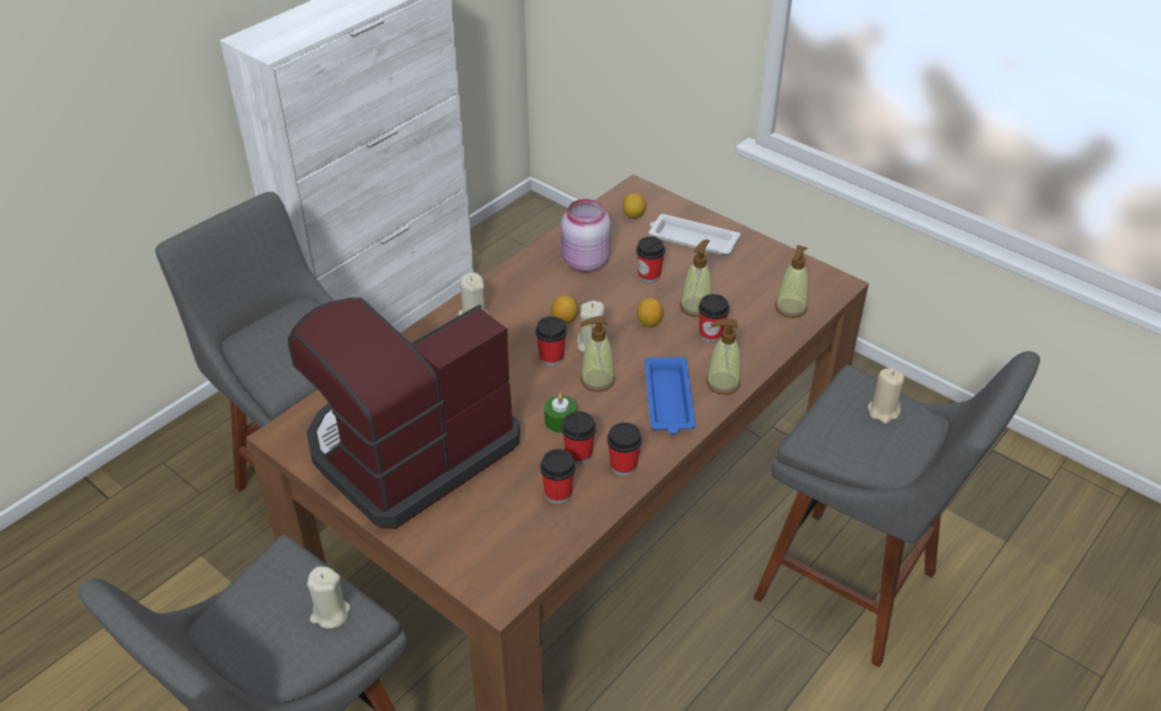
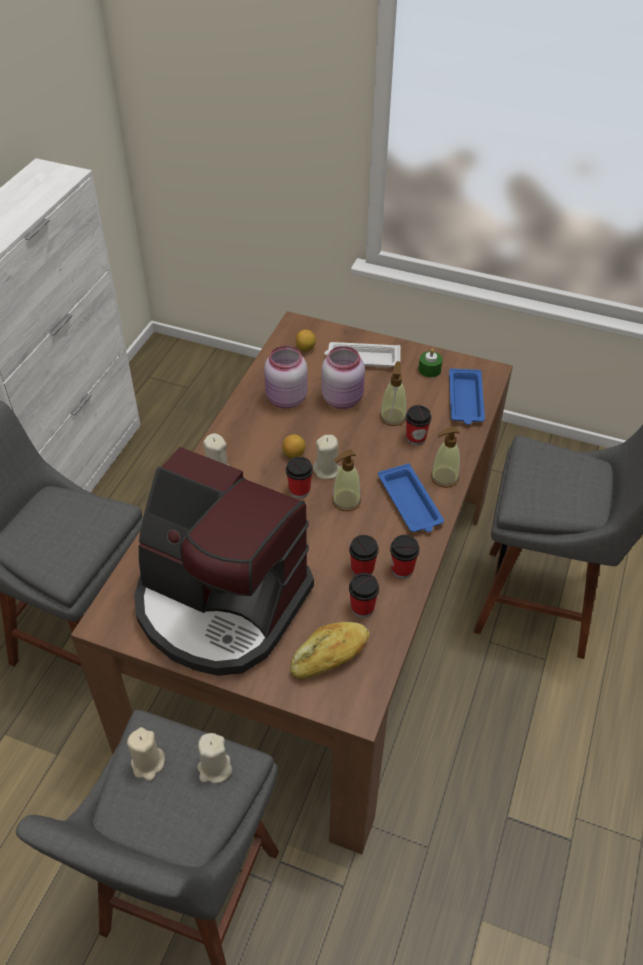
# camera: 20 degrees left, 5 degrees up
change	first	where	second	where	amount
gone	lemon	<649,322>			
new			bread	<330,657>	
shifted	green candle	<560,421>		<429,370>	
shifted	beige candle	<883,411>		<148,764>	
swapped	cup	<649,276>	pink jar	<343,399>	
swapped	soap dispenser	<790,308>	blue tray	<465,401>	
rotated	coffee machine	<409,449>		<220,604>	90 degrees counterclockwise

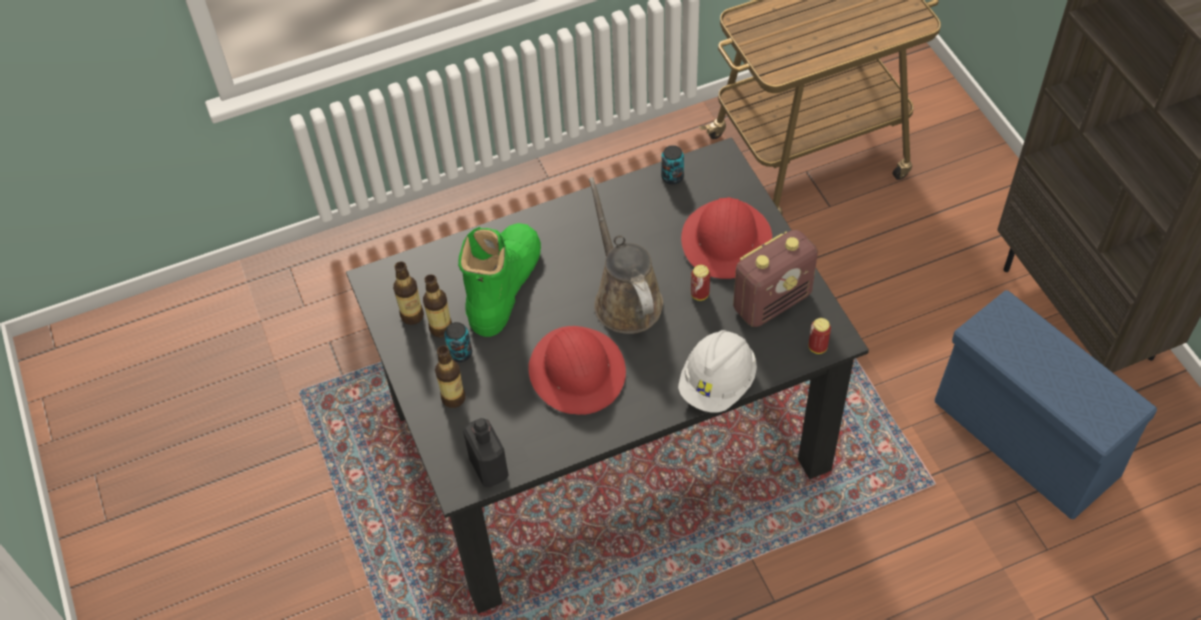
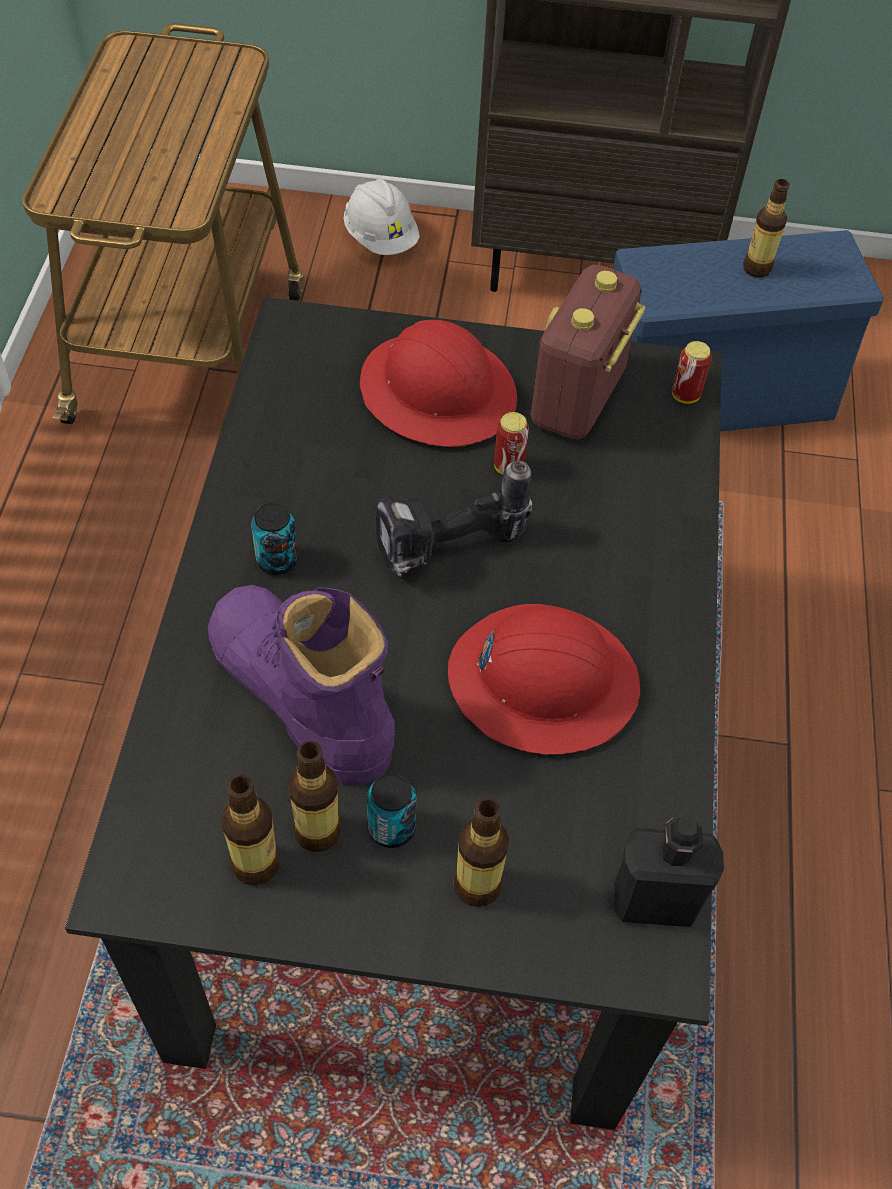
# camera: 65 degrees left, 0 degrees up
change	first	where	second	where	amount
new			bottle	<757,268>	
shifted	can	<672,177>		<277,560>	
shifted	white hard hat	<717,383>		<381,239>	
swapped	brown watering can	<625,298>	power drill	<450,553>	
repainted	green boot	<503,285>	purple boot	<300,695>	
rotated	radio	<772,301>		<578,399>	150 degrees counterclockwise

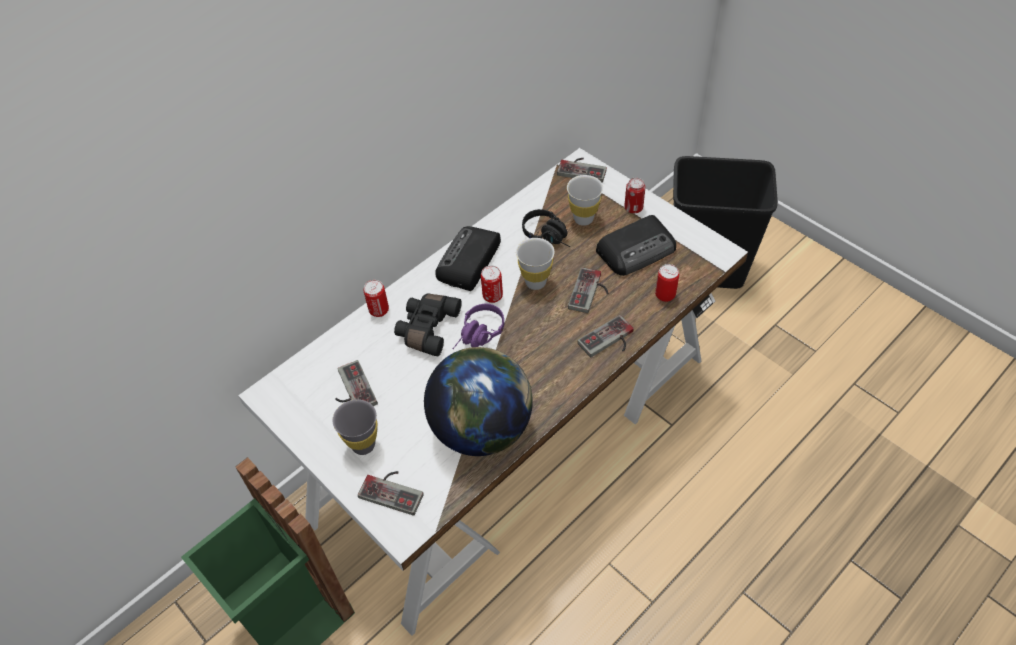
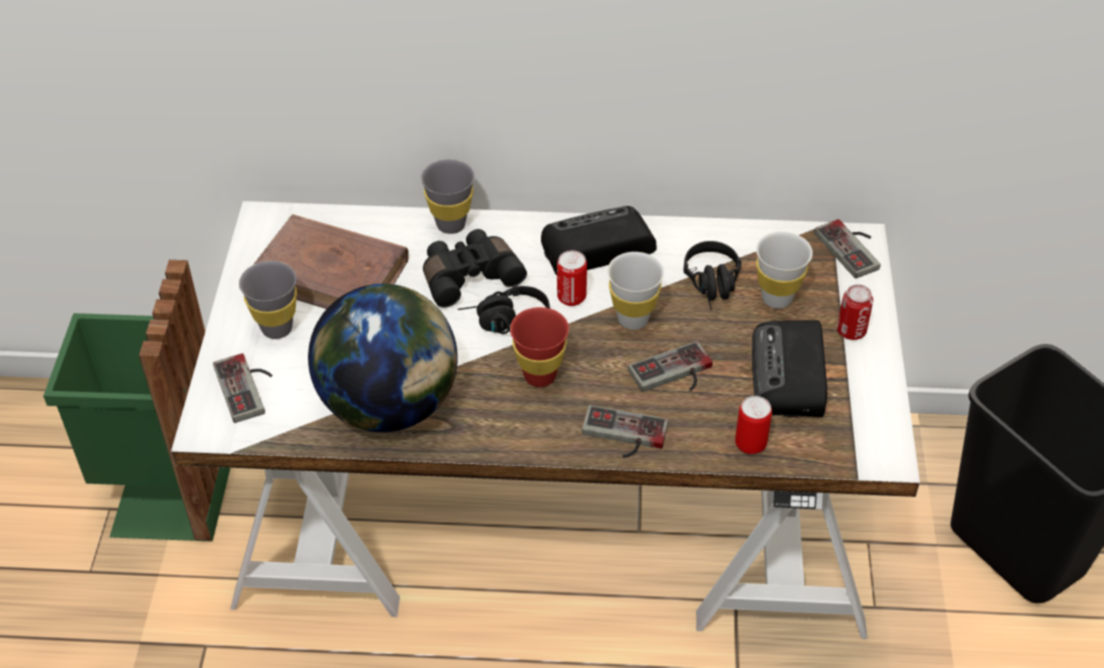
# camera: 45 degrees right, 5 degrees down
change	first	where	second	where	amount
new			red cup	<540,376>	
swapped	game controller	<351,390>	brown book	<332,273>	
swapped	can	<379,310>	grey cup	<451,224>	
repainted	purple headphones	<478,336>	black headphones	<505,323>	
rotated	radio	<637,249>		<790,375>	75 degrees clockwise

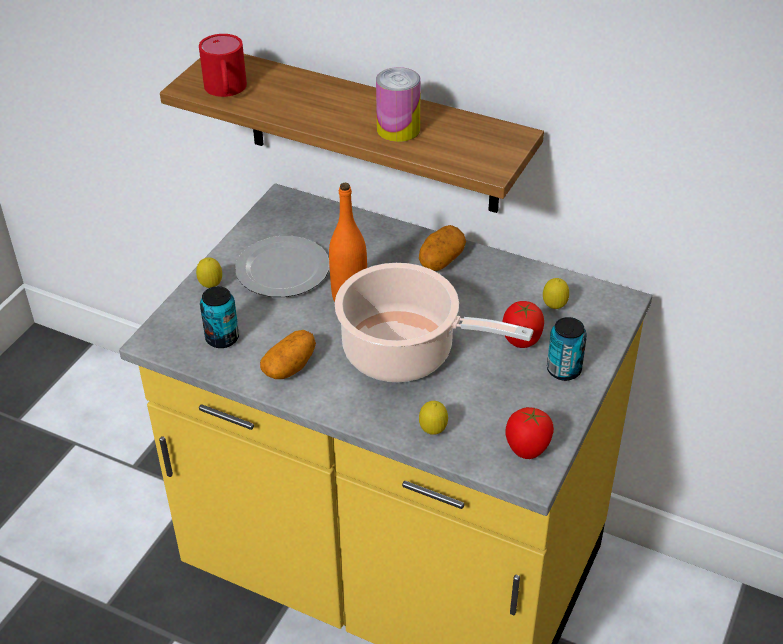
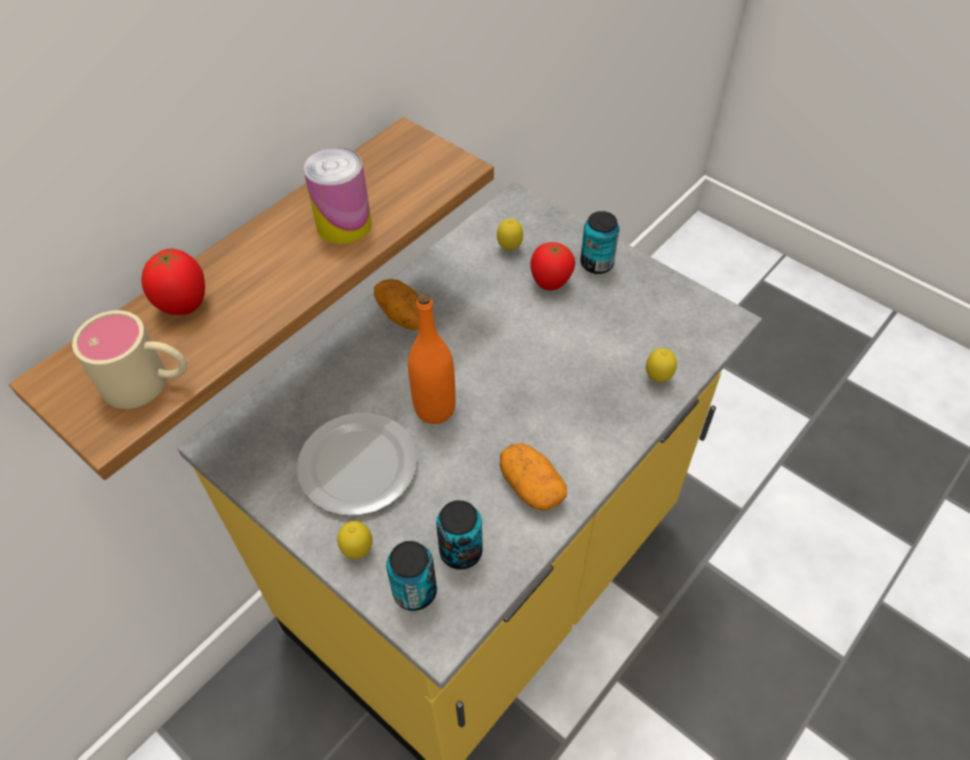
# camera: 75 degrees left, 10 degrees up
change	first	where	second	where	amount
gone	cooking pot	<405,353>			
new			can	<415,591>	
shifted	tomato	<527,451>		<185,305>	
repainted	red mug	<226,90>	beige mug	<149,383>	

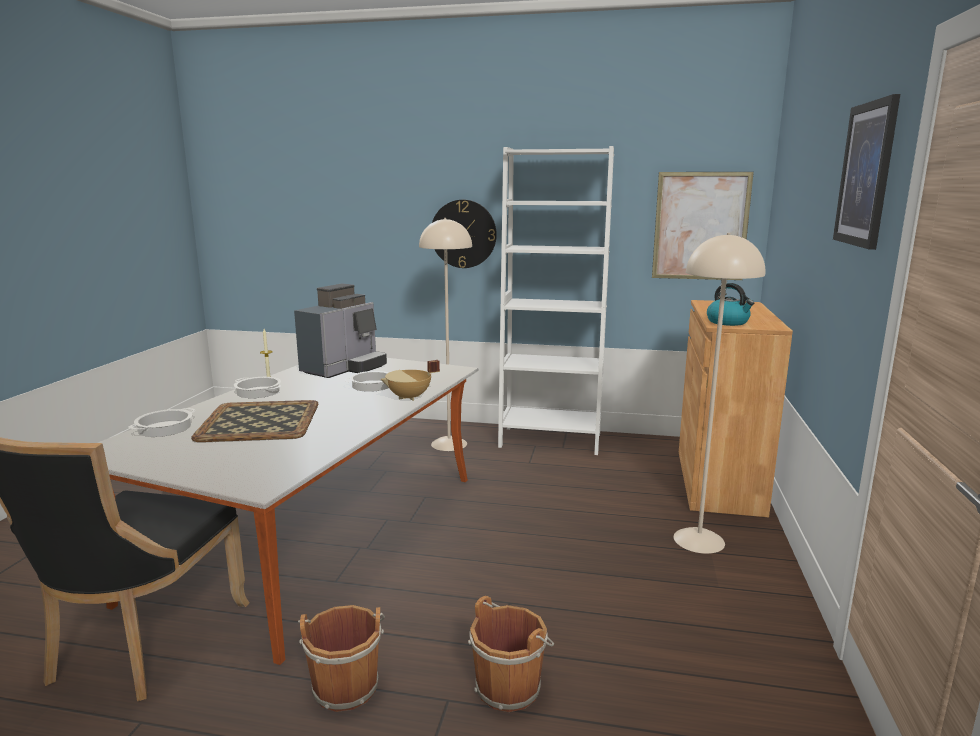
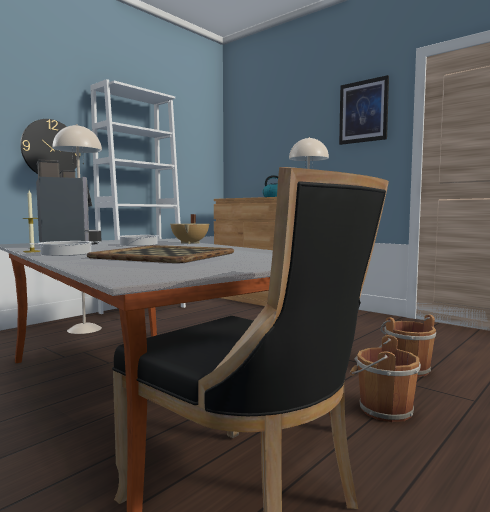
# camera: 60 degrees left, 10 degrees down
change	first	where	second	where	amount
gone	cooking pot	<165,428>			
gone	picture	<700,226>			

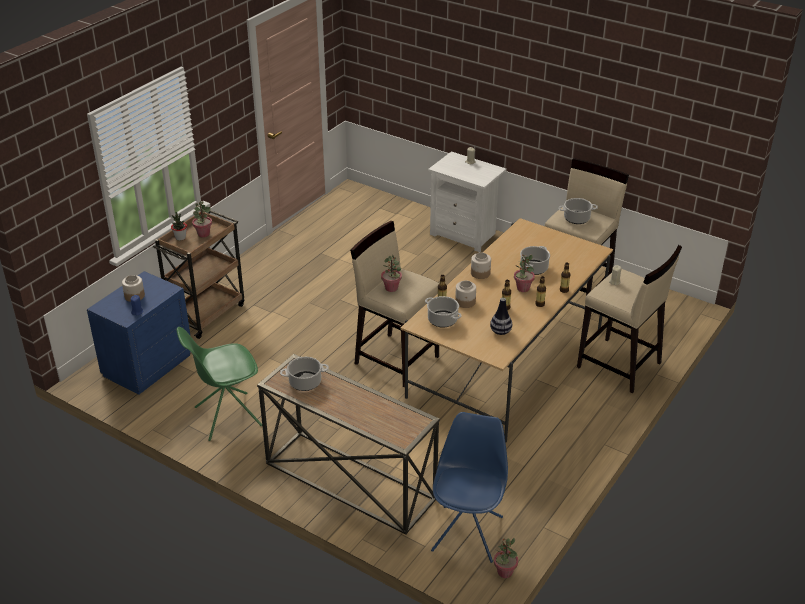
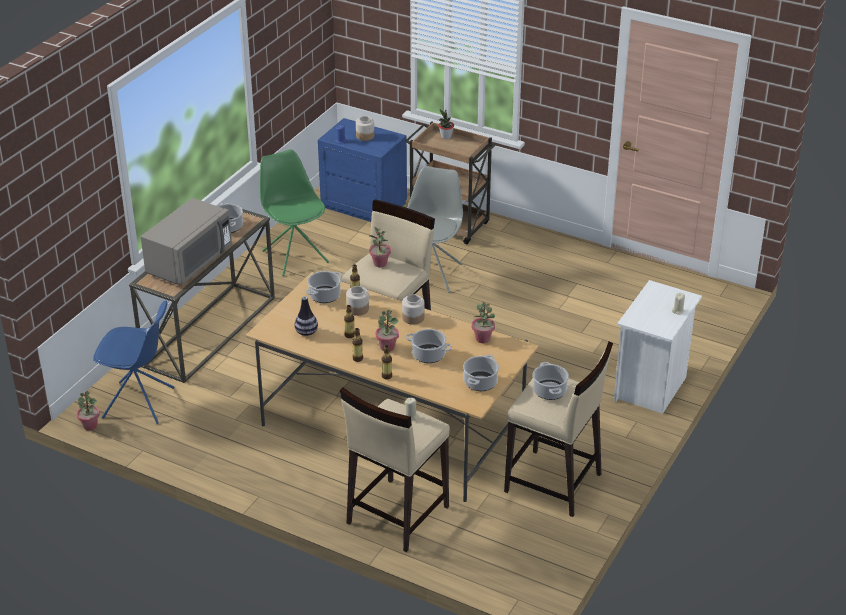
# camera: 85 degrees right, 0 degrees up
change	first	where	second	where	amount
new			grey microwave	<189,262>	
new			grey chair	<432,274>	
new			cooking pot	<480,383>	
shifted	potted plant	<203,234>		<483,339>	

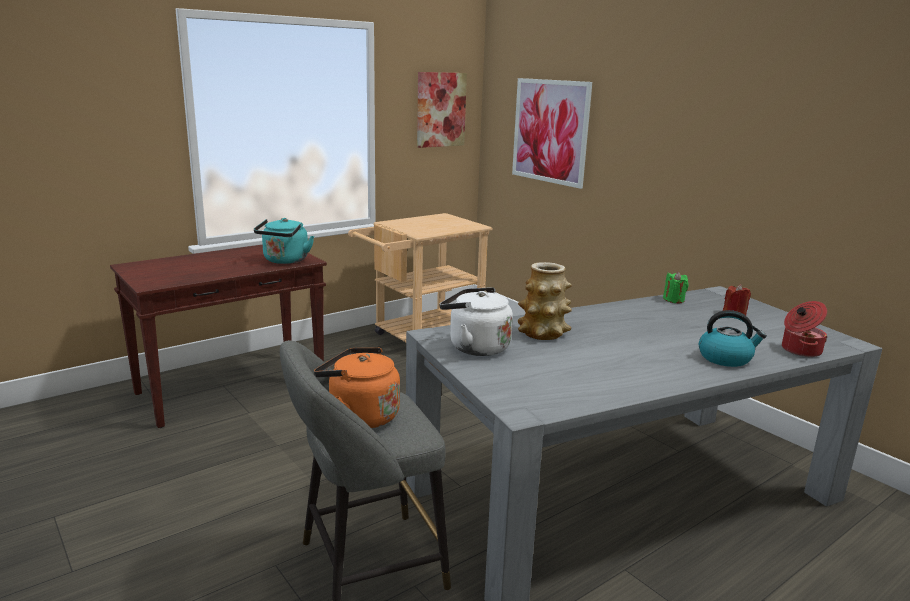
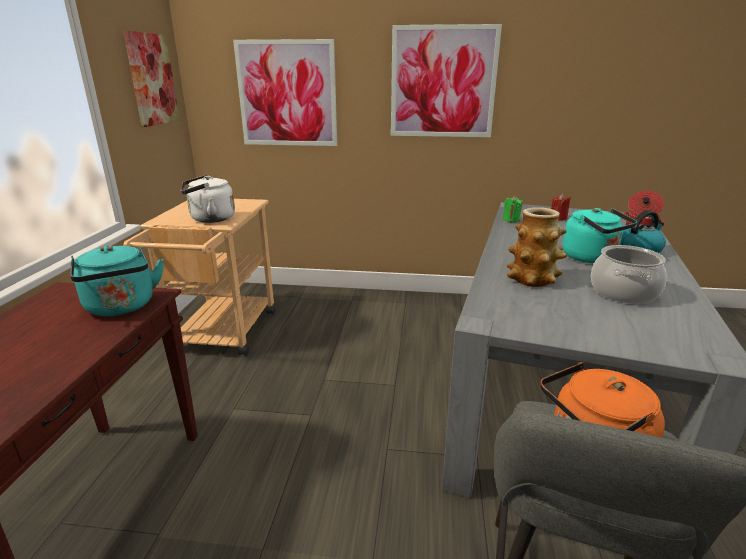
# camera: 45 degrees left, 5 degrees up
change	first	where	second	where	amount
new			picture	<443,82>	
new			turquoise kettle	<592,258>	
new			cooking pot	<623,292>	
shifted	white kettle	<475,347>		<209,219>	

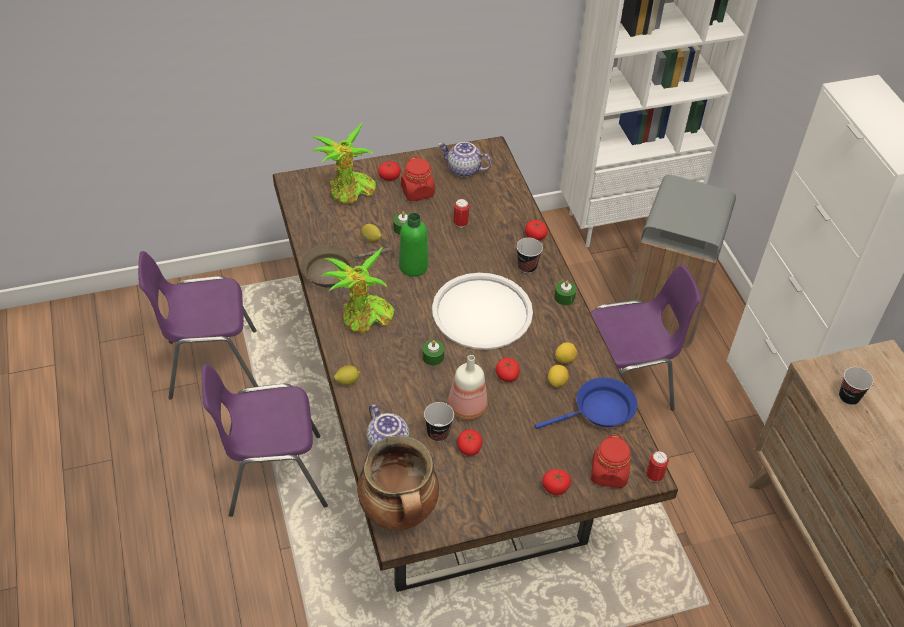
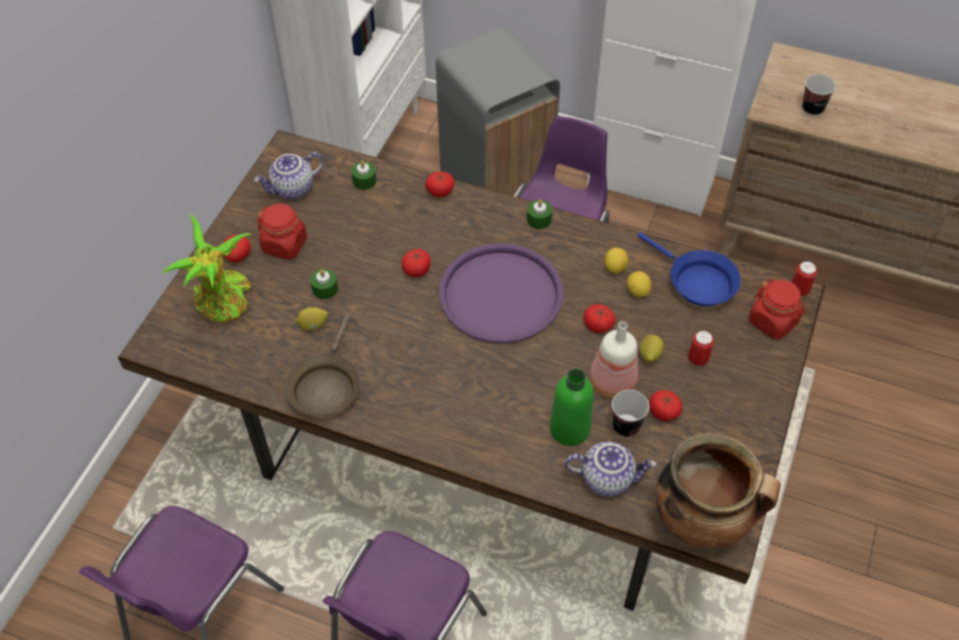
# camera: 50 degrees left, 5 degrees up
change	first	where	second	where	amount
gone	potted plant	<363,318>			
gone	cup	<527,267>			
shifted	lemon	<347,381>		<649,355>	
shifted	green bottle	<413,266>		<569,429>	
shifted	green candle	<433,357>		<364,181>	
shifted	can	<460,223>		<698,359>	
shifted	tomato	<555,487>		<417,269>	
repainted	white tray	<482,312>	purple tray	<501,294>	
rotated	blue frying pan	<599,411>		<697,282>	120 degrees clockwise

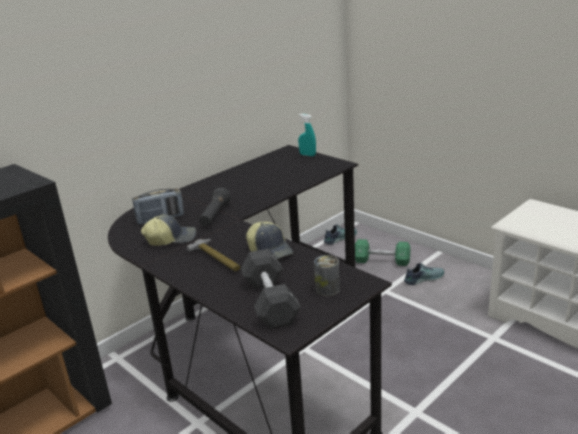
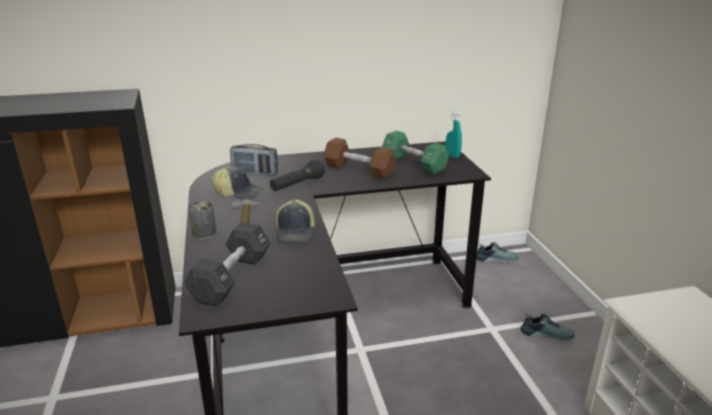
# camera: 30 degrees right, 0 degrees up
change	first	where	second	where	amount
new			brown dumbbell	<359,170>	
shifted	can	<327,289>		<204,233>	
shifted	green dumbbell	<382,261>		<414,163>	

